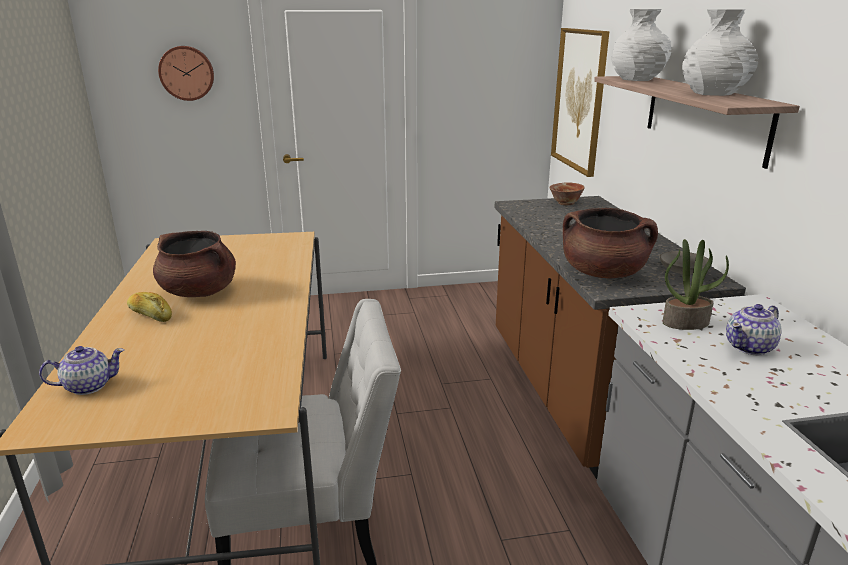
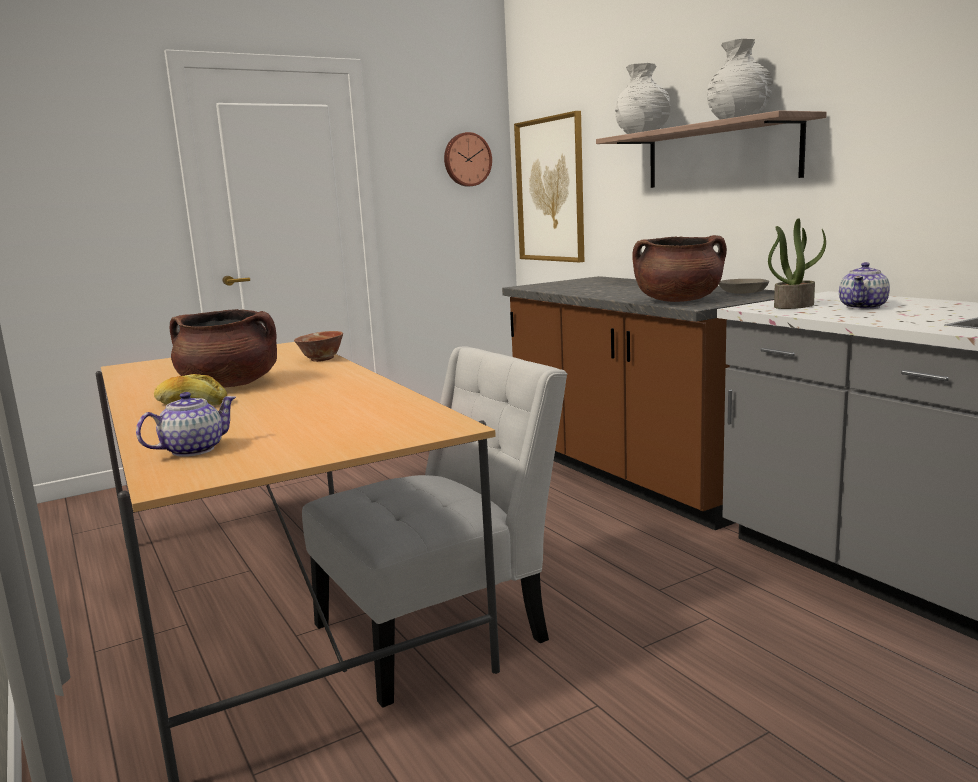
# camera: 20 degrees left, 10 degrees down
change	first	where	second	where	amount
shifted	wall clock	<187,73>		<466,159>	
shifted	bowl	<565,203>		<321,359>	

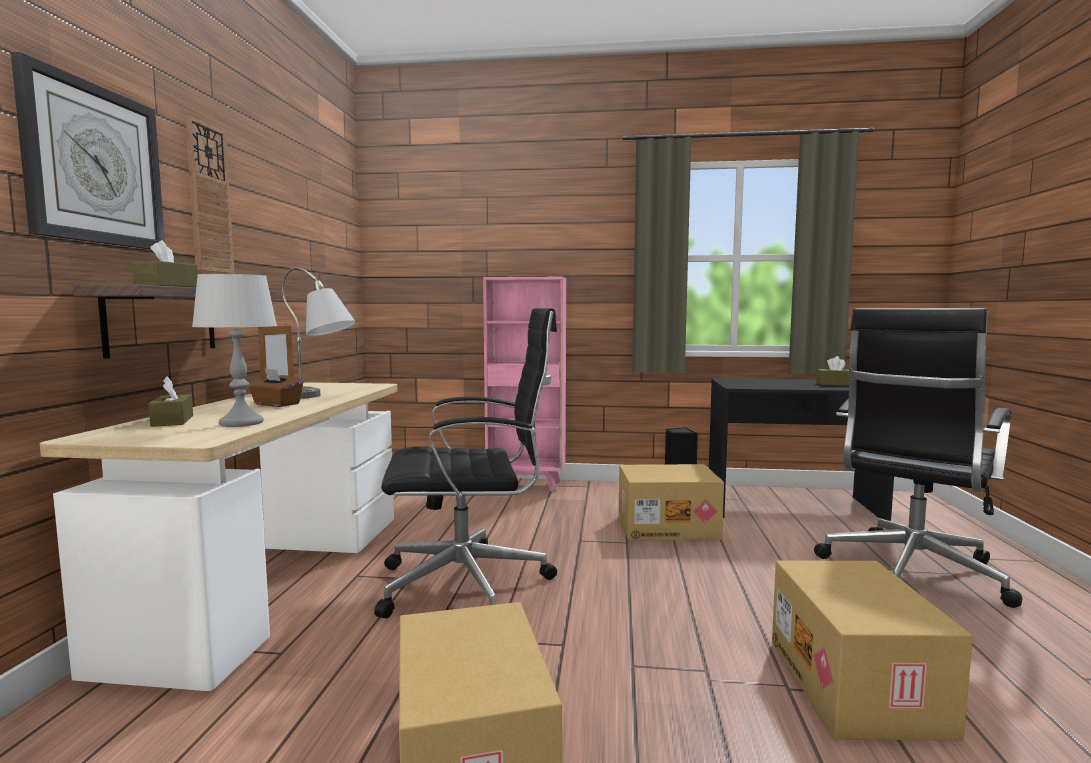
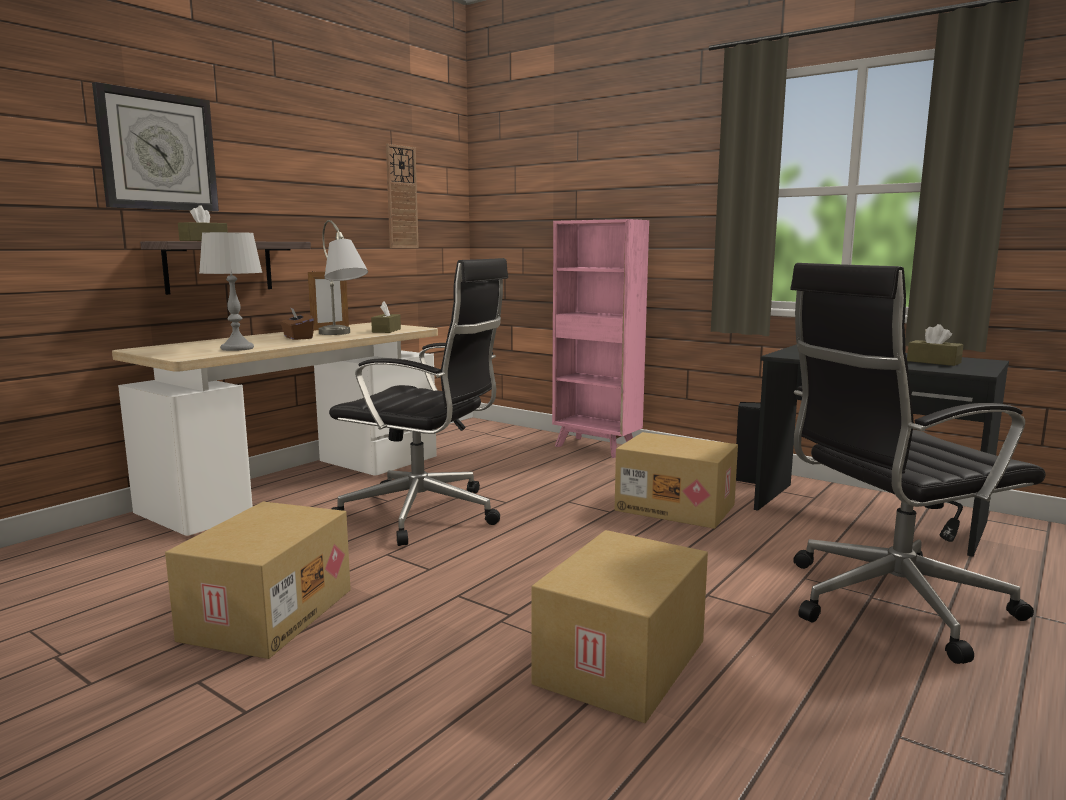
# camera: 30 degrees right, 5 degrees up
change	first	where	second	where	amount
shifted	brown tissue box	<172,421>		<386,330>	
shifted	wall clock	<209,199>		<401,197>	

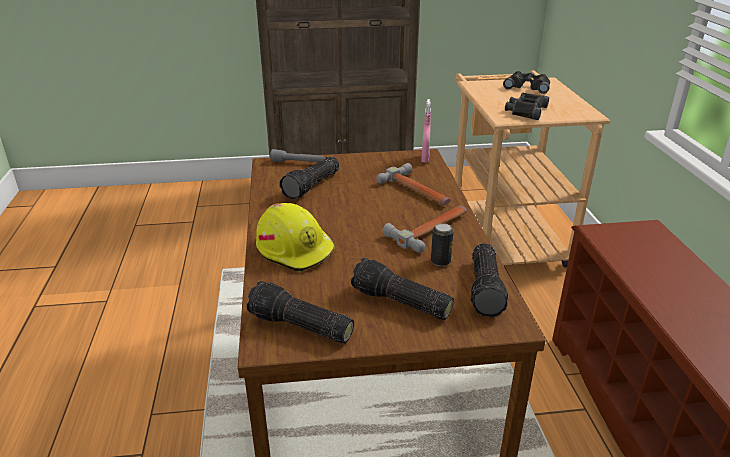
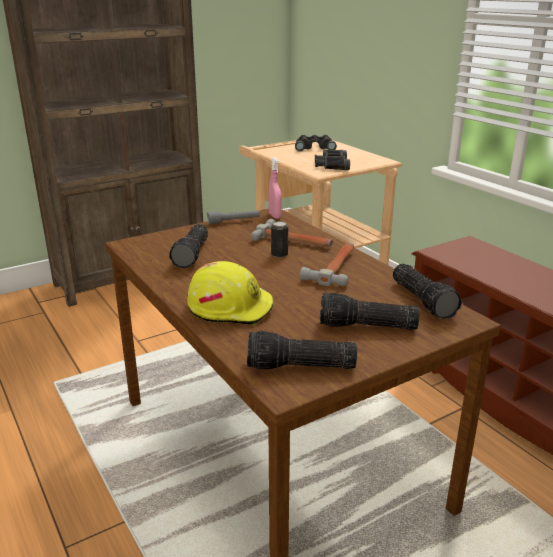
# camera: 25 degrees left, 5 degrees down
change	first	where	second	where	amount
shifted	grey flashlight	<298,162>		<233,221>	
shifted	can	<440,261>		<279,255>	

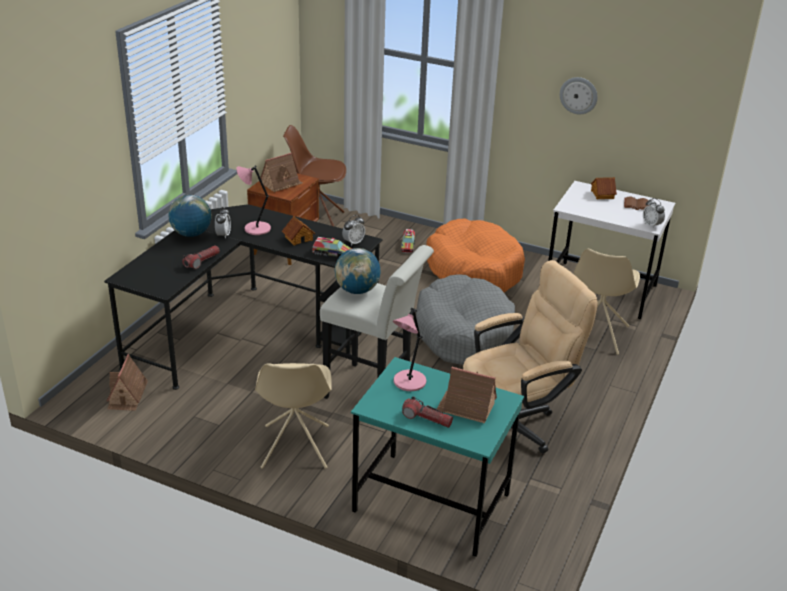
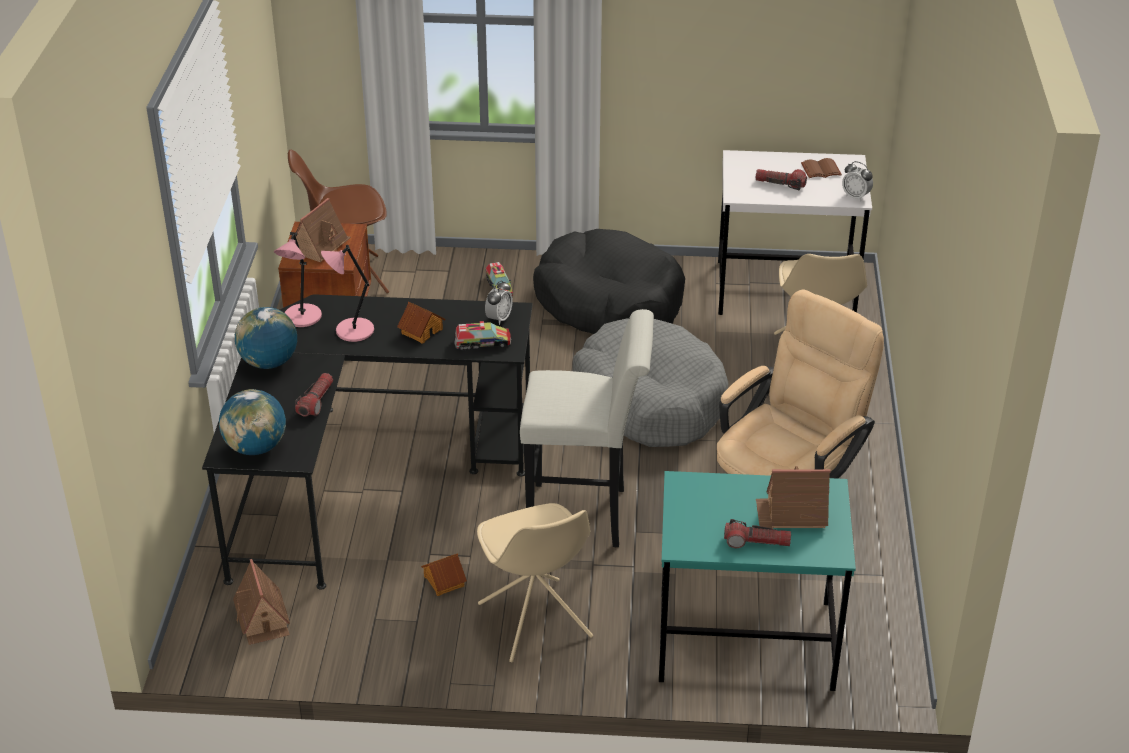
# camera: 20 degrees left, 5 degrees up
change	first	where	second	where	amount
gone	alarm clock	<223,235>			
gone	wall clock	<578,95>			
new			flashlight	<780,184>	
shifted	globe	<357,290>		<256,448>	
shifted	pink table lamp	<408,382>		<302,318>	
shifted	toy house	<602,194>		<443,581>	
repainted	orange dog bed	<474,270>	black dog bed	<609,302>	

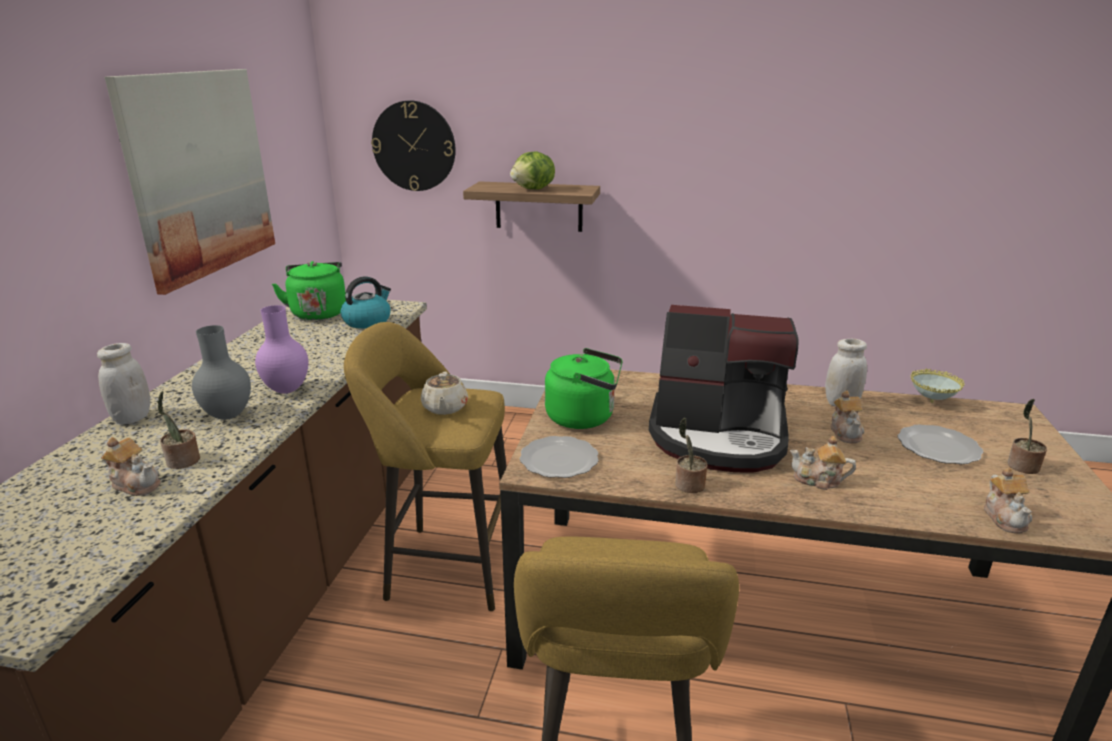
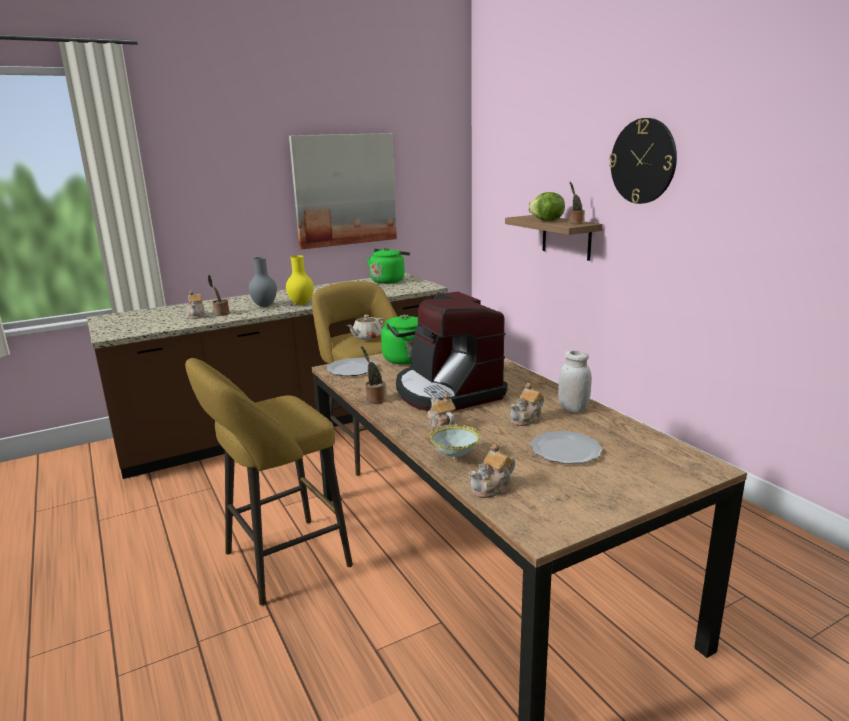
# camera: 50 degrees right, 5 degrees down
change	first	where	second	where	amount
gone	white jar	<132,418>			
gone	kettle	<367,321>			
shifted	wall clock	<414,146>		<643,161>	
shifted	bowl	<931,402>		<455,459>	
shifted	potted plant	<1021,466>		<575,223>	
repainted	purple vase	<286,391>	yellow vase	<300,304>	

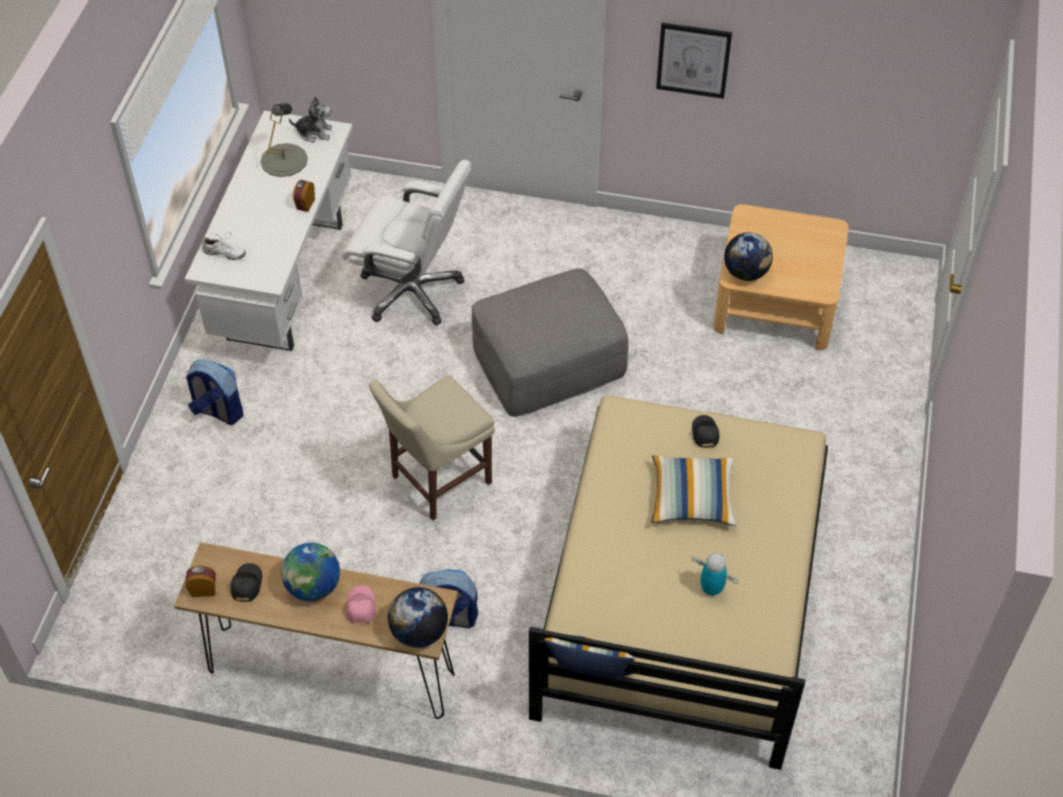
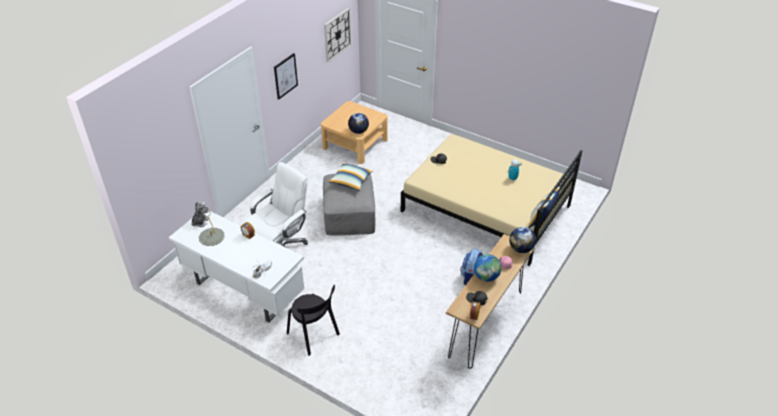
# camera: 70 degrees left, 10 degrees down
change	first	where	second	where	amount
gone	beige chair	<437,481>			
new			wall clock	<337,34>	
shifted	pillow	<692,498>		<351,181>	
swapped	backpack	<218,411>	black chair	<314,335>	

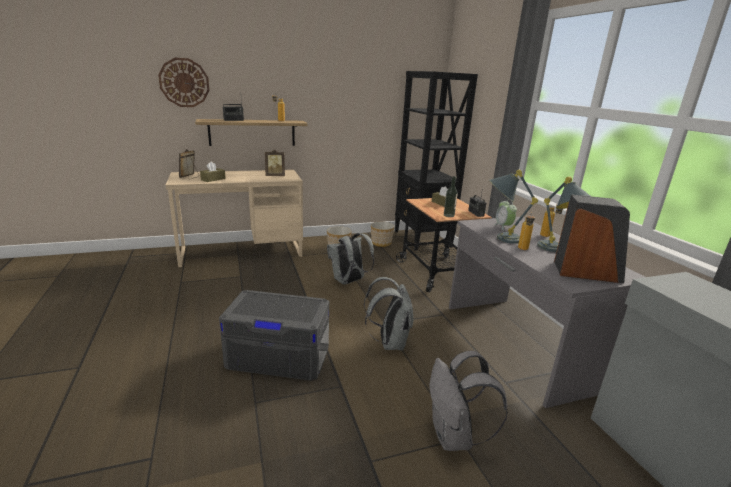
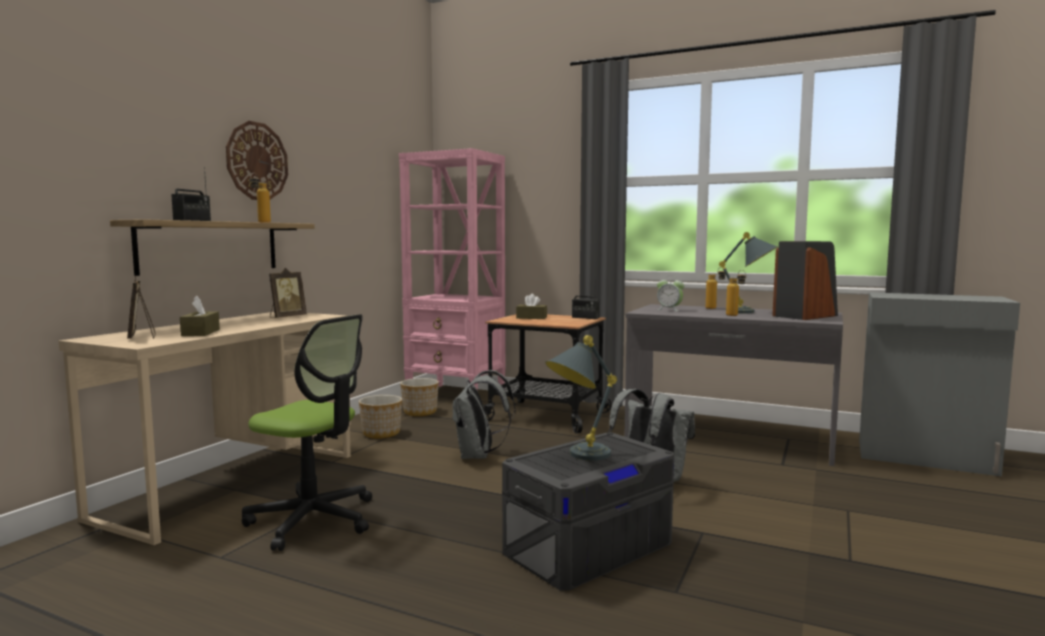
# camera: 45 degrees left, 15 degrees down
change	first	where	second	where	amount
gone	grey backpack	<454,437>			
gone	bottle	<449,215>			
new			office chair	<313,520>	
shifted	wall clock	<184,83>		<257,161>	
shifted	grey table lamp	<499,238>		<577,456>	
repainted	black bookcase	<422,239>	pink bookcase	<456,395>	

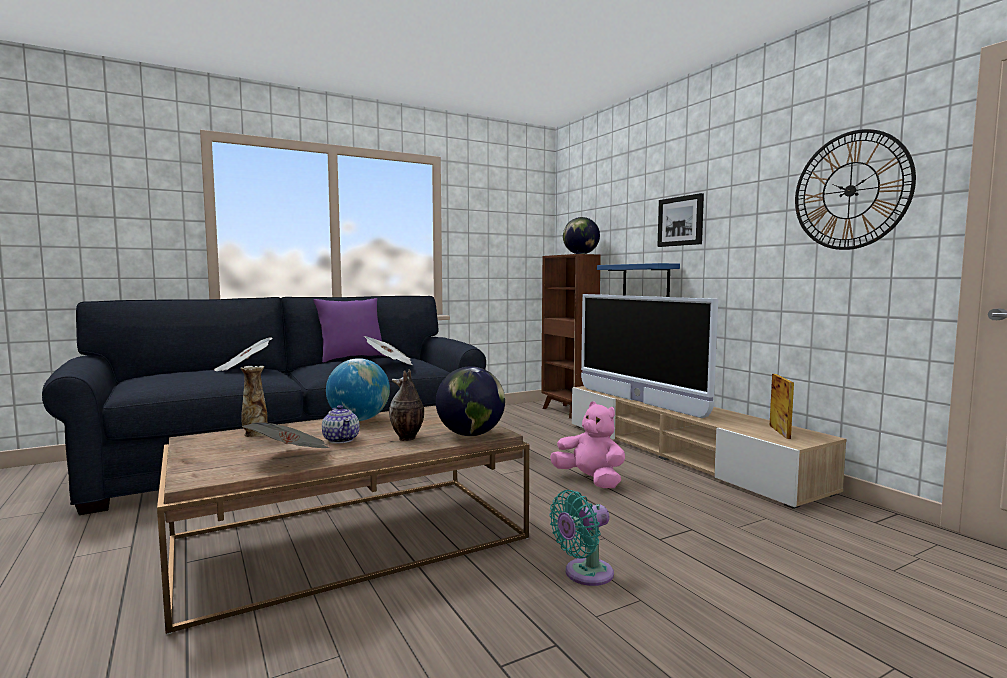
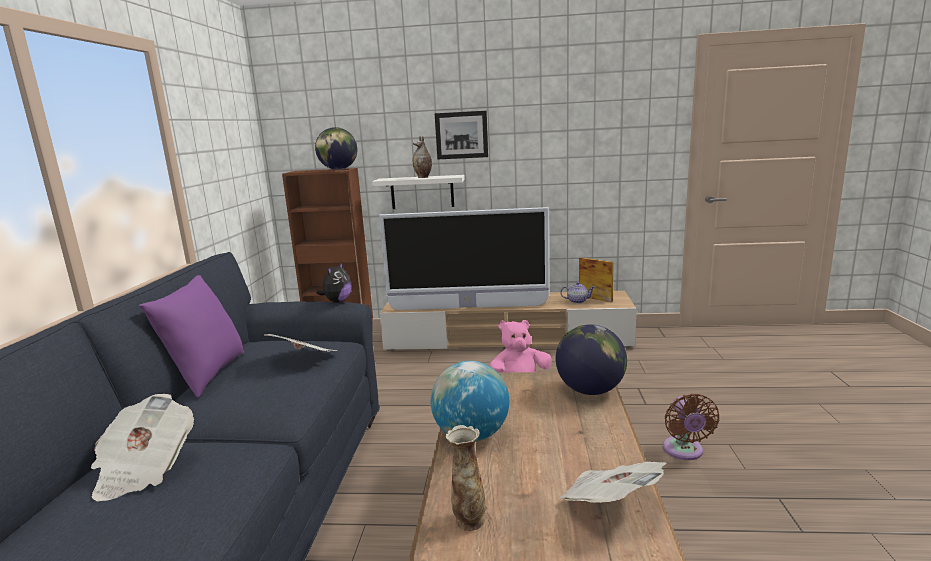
# camera: 55 degrees left, 10 degrees up
change	first	where	second	where	amount
gone	wall clock	<850,190>			
new			plush toy	<337,301>	
shifted	teapot	<341,439>		<577,301>	
shifted	vase	<407,438>		<423,177>	
repainted	turquoise fan	<584,574>	brown fan	<684,451>	
repainted	blue shelf	<645,280>	white shelf	<422,192>	

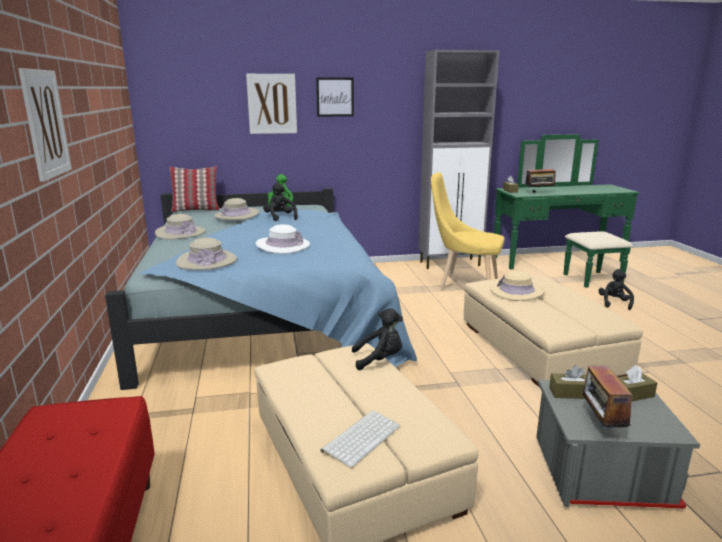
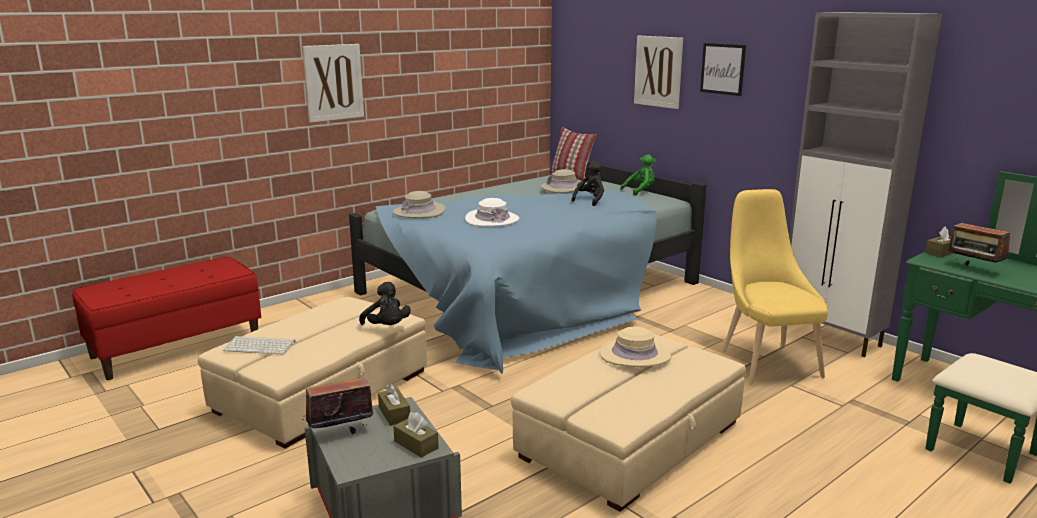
# camera: 60 degrees right, 0 degrees up
change	first	where	second	where	amount
gone	beige hat	<180,233>			
gone	black plush toy	<614,303>			

